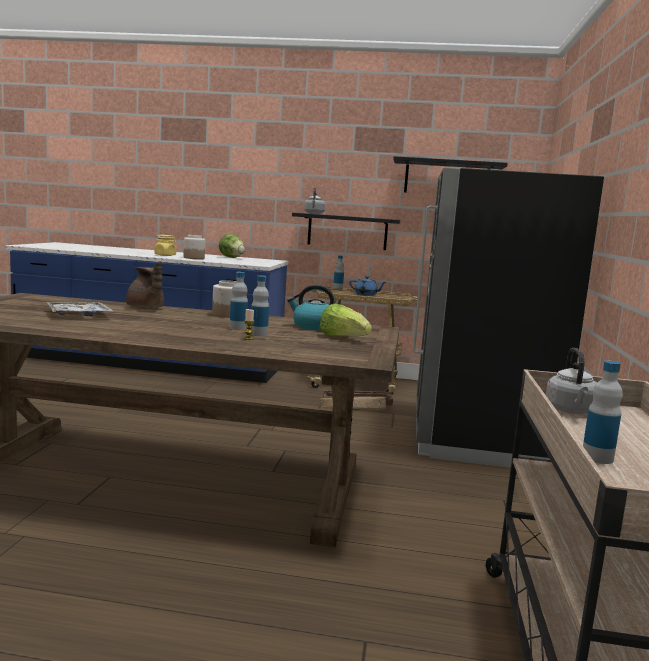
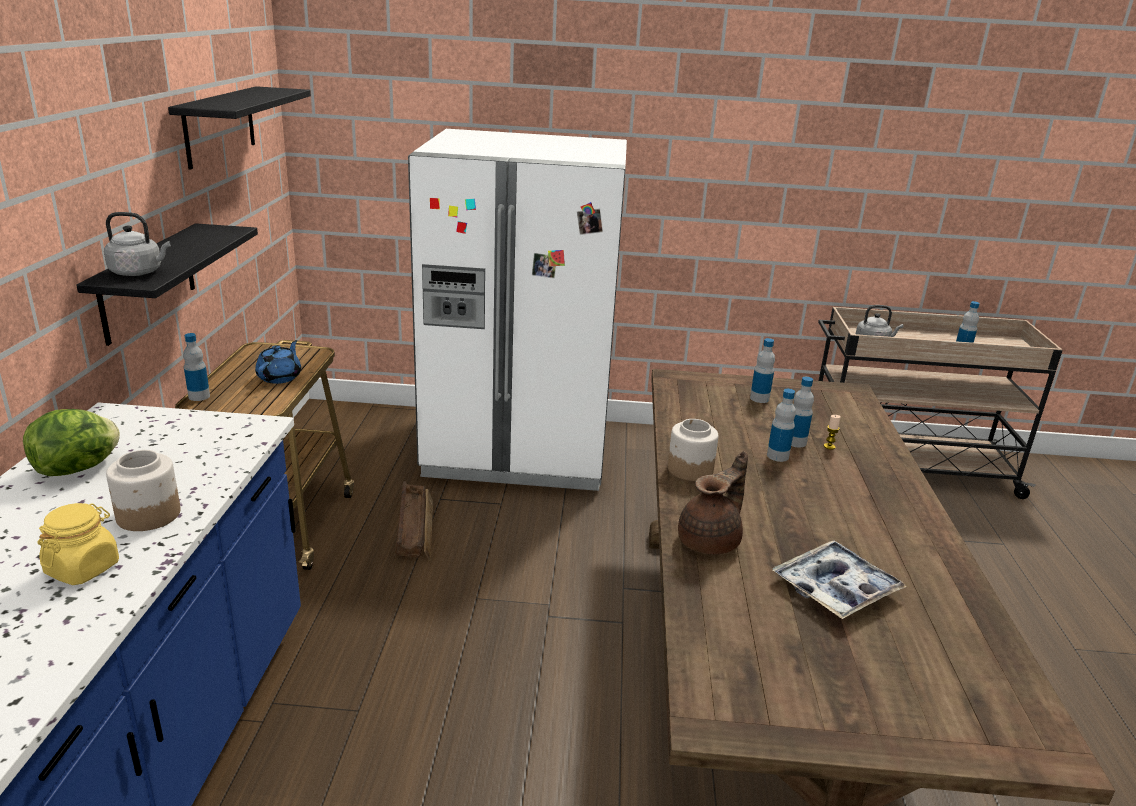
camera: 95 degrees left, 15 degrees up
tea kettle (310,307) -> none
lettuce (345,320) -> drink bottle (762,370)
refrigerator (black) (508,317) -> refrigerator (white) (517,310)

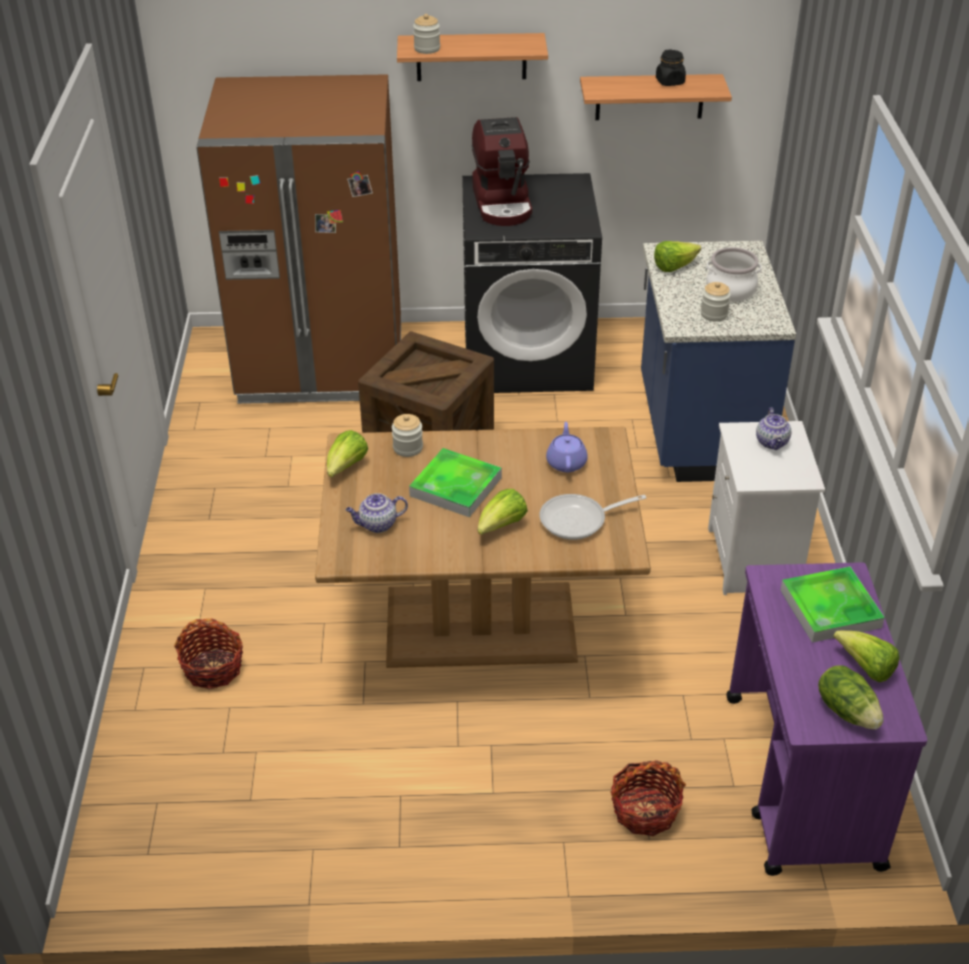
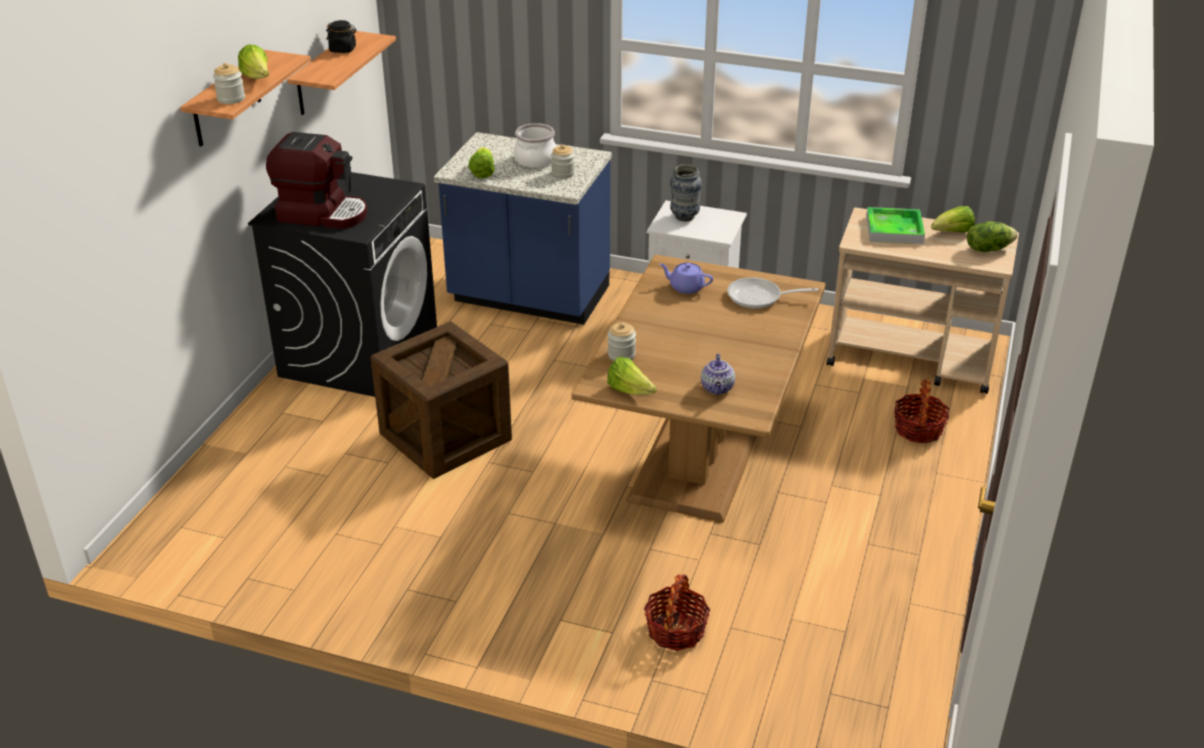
camera: 70 degrees left, 5 degrees down
refrigerator (brown-coloured) (298,239) -> none
tray (455,482) -> none
lettuce (503,512) -> lettuce (253,62), moved
pan (592,517) -> pan (772,293), 90 degrees clockwise
wheeled cart (purple) (826,719) -> wheeled cart (beige) (922,301)
tea pot (773,429) -> decorative vase (686,192)

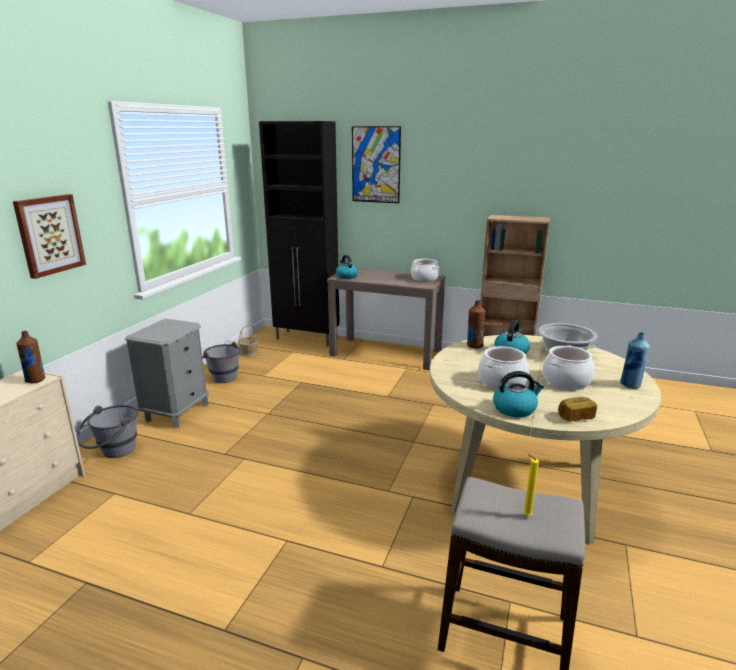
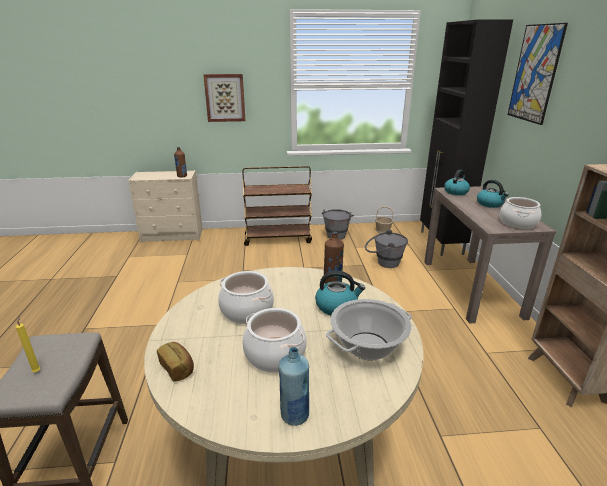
camera: 65 degrees right, 5 degrees up
pail (grey) (107,431) -> pail (grey) (386,248), moved
night table (grey) (167,373) -> wheeled cart (brown-coloured) (277,206)
tea kettle (518,394) -> tea kettle (493,194), moved

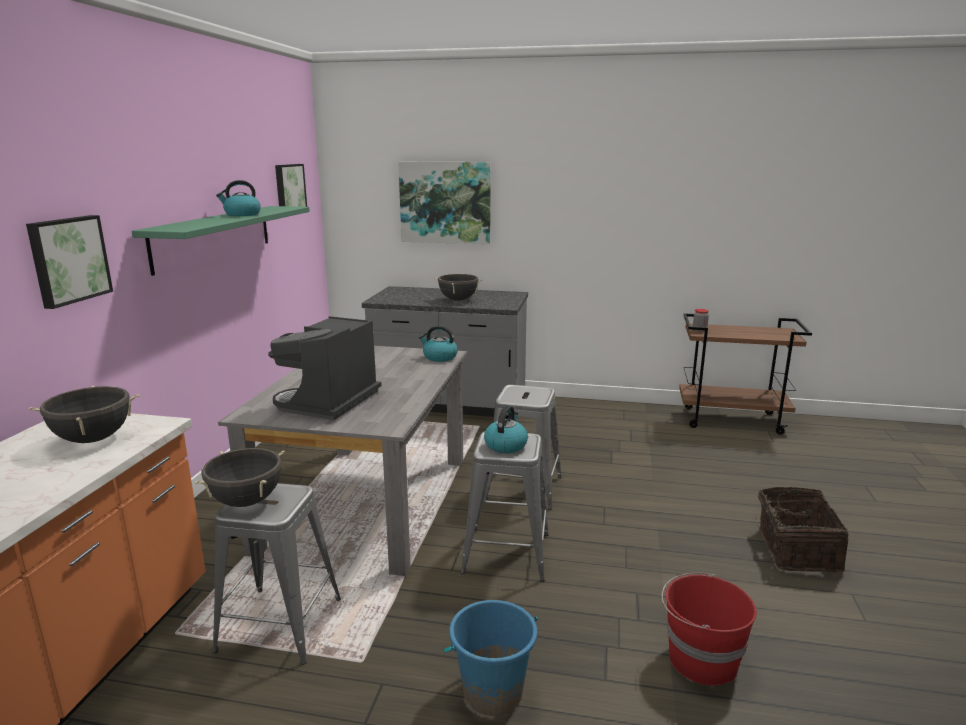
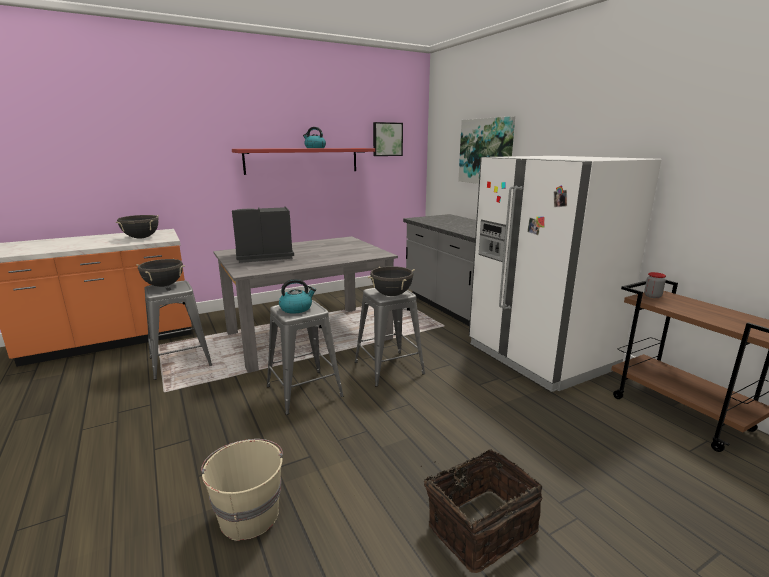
camera: 50 degrees right, 0 degrees up
wall picture (69,262) -> none
bracket shelf (greenish) (221,241) -> bracket shelf (red-coloured) (303,161)
tea kettle (438,343) -> none
cooking pot (black) (458,287) -> cooking pot (black) (391,281), moved
pail (blue-coloured) (491,658) -> none
pail (red-coloured) (709,629) -> pail (beige) (242,490)
none -> refrigerator (white) (565,274)

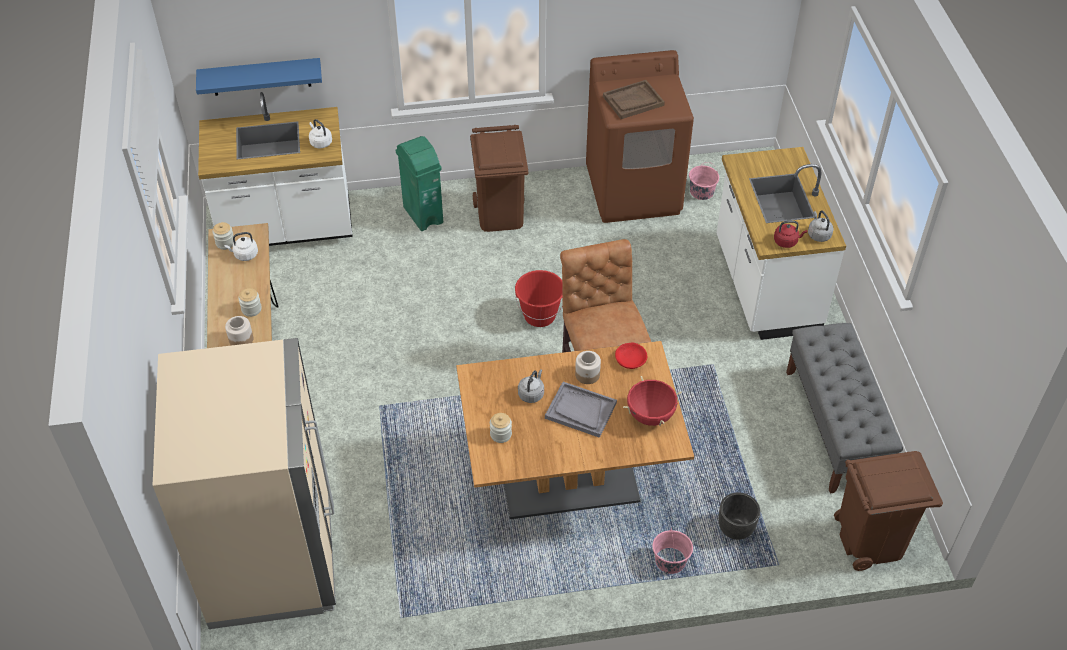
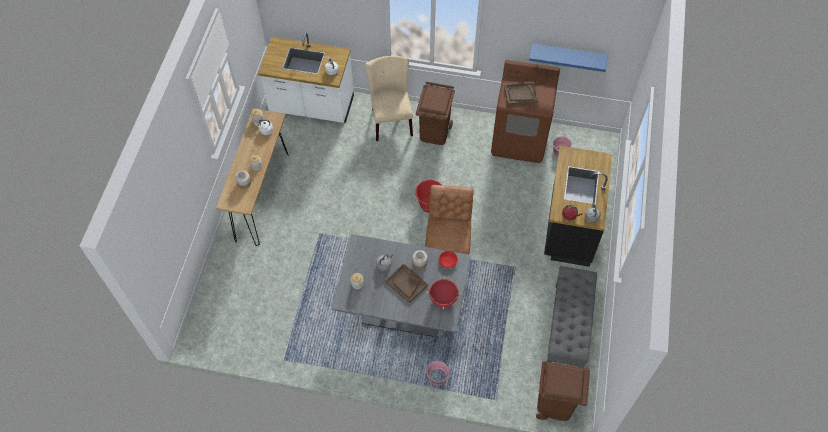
camera: 20 degrees right, 10 degrees up
refrigerator (beige) (244,483) -> none
bracket shelf (blue-coloured) (259,77) -> bracket shelf (blue-coloured) (568,57), moved
trash can (greenish) (419,183) -> chair (beige) (389,98)
dining table (brown-coloured) (575,430) -> dining table (grey) (401,285)
tray (grey) (581,410) -> tray (brown-coloured) (406,283)
kitchen counter (white) (781,243) -> kitchen counter (black) (578,206)
planter (black) (739,516) -> none

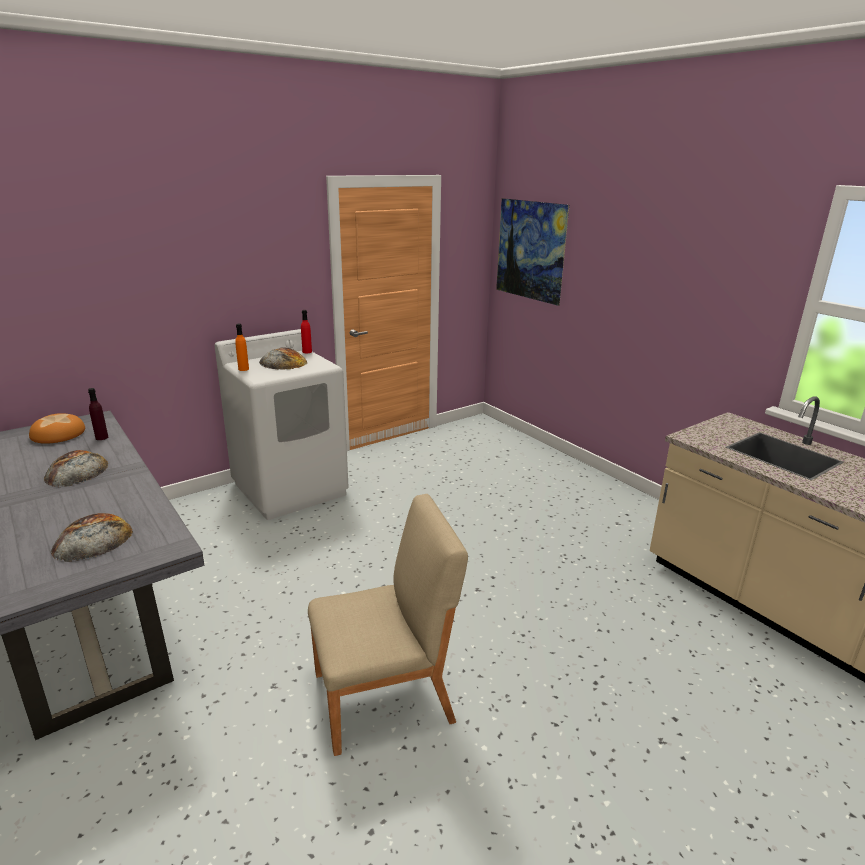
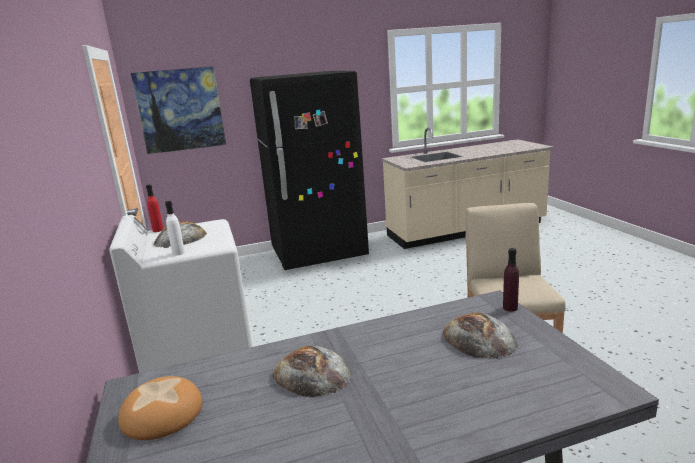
camera: 70 degrees left, 5 degrees down
drink bottle (purple) (98,414) -> drink bottle (purple) (511,280), moved
drink bottle (orange) (242,347) -> drink bottle (white) (175,228)
none -> refrigerator (black) (309,170)

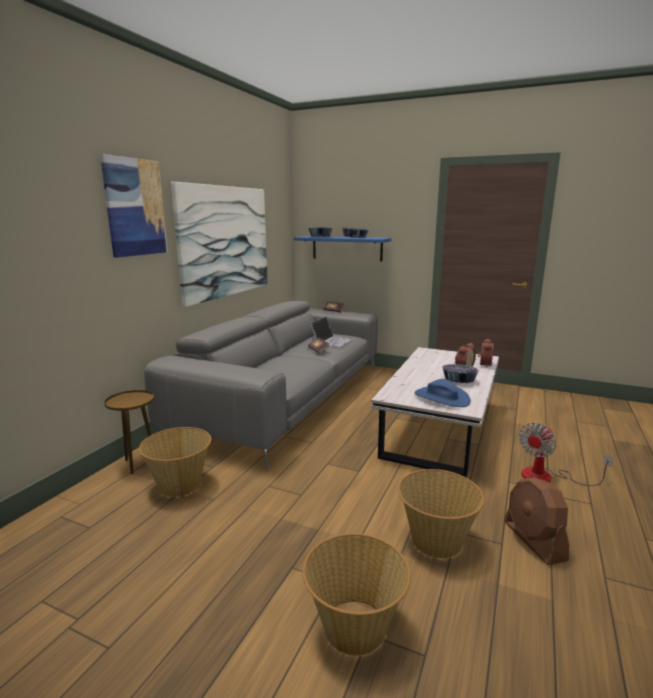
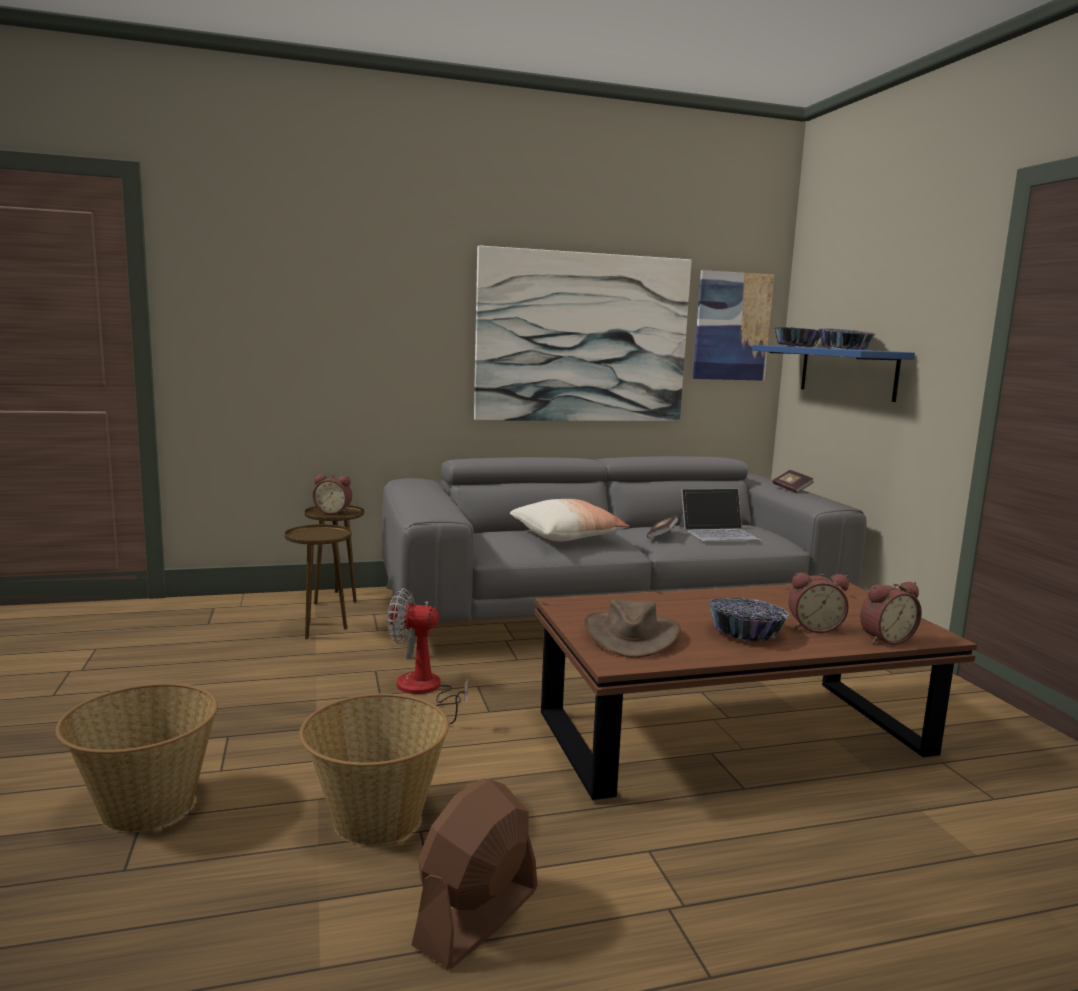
camera: 50 degrees right, 5 degrees down
wall picture (134,206) -> wall picture (733,325), moved
storage basket (175,462) -> side table (brown-coloured) (318,581)
low table (white) (435,412) -> low table (brown-coloured) (755,691)
wearable hat (blue-coloured) (443,393) -> wearable hat (brown-coloured) (632,628)
fan (566,454) -> fan (427,656), moved
none -> alarm clock (332,494)
none -> throw pillow (570,520)

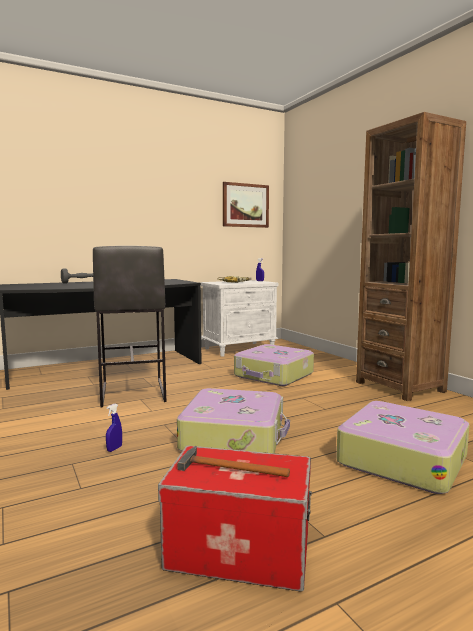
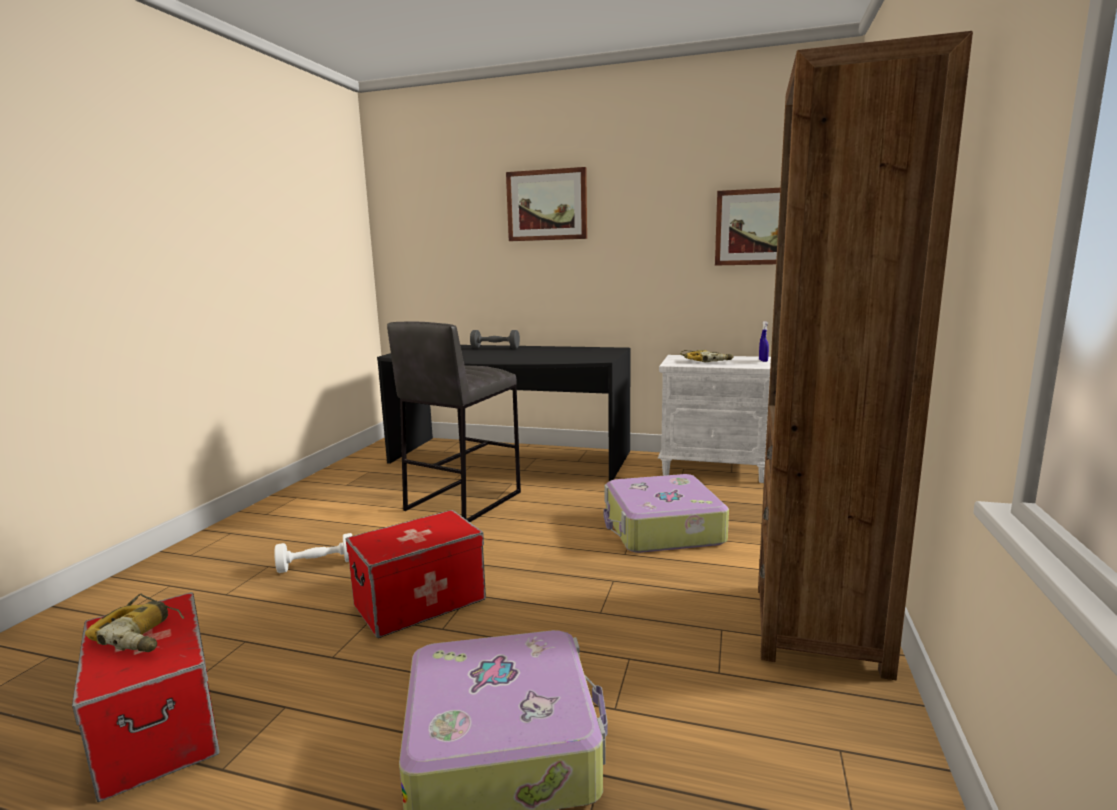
camera: 45 degrees right, 5 degrees up
hand sprayer (blue-coloured) (114,428) -> dumbbell (white) (313,553)
travel case (233,420) -> storage bin (416,574)
hand hammer (233,461) -> drill (134,623)
none -> wall picture (546,204)

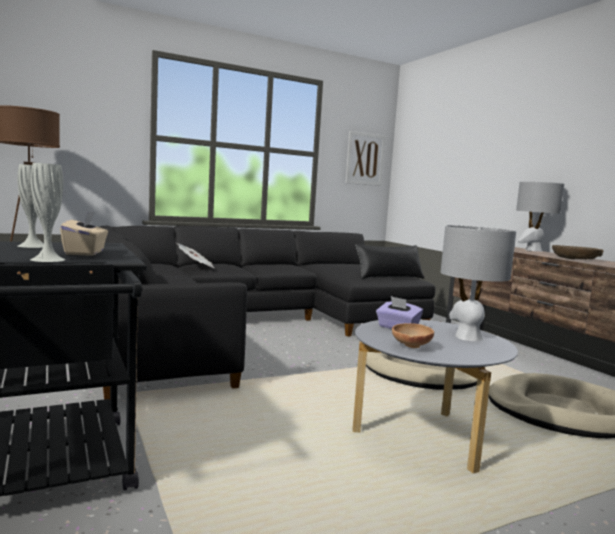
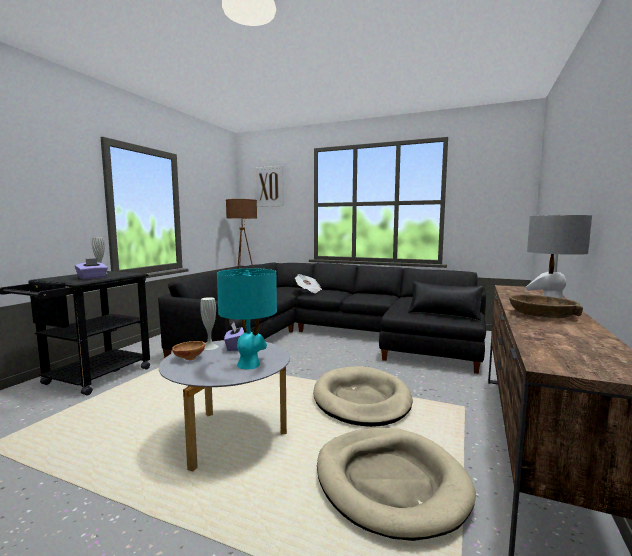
camera: 50 degrees right, 0 degrees up
decorative vase (white) (47,212) -> decorative vase (white) (209,323), moved
tissue box (beige) (84,234) -> tissue box (purple) (91,268)
wall picture (365,158) -> wall picture (269,186), moved
tabletop lamp (grey) (478,283) -> tabletop lamp (blue-green) (247,318)

